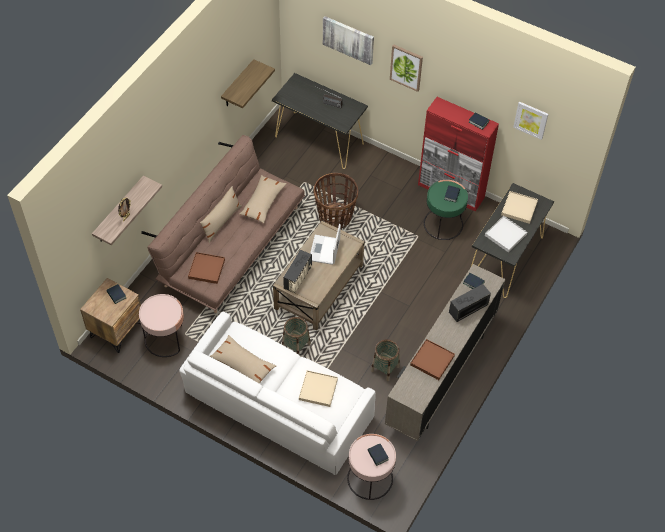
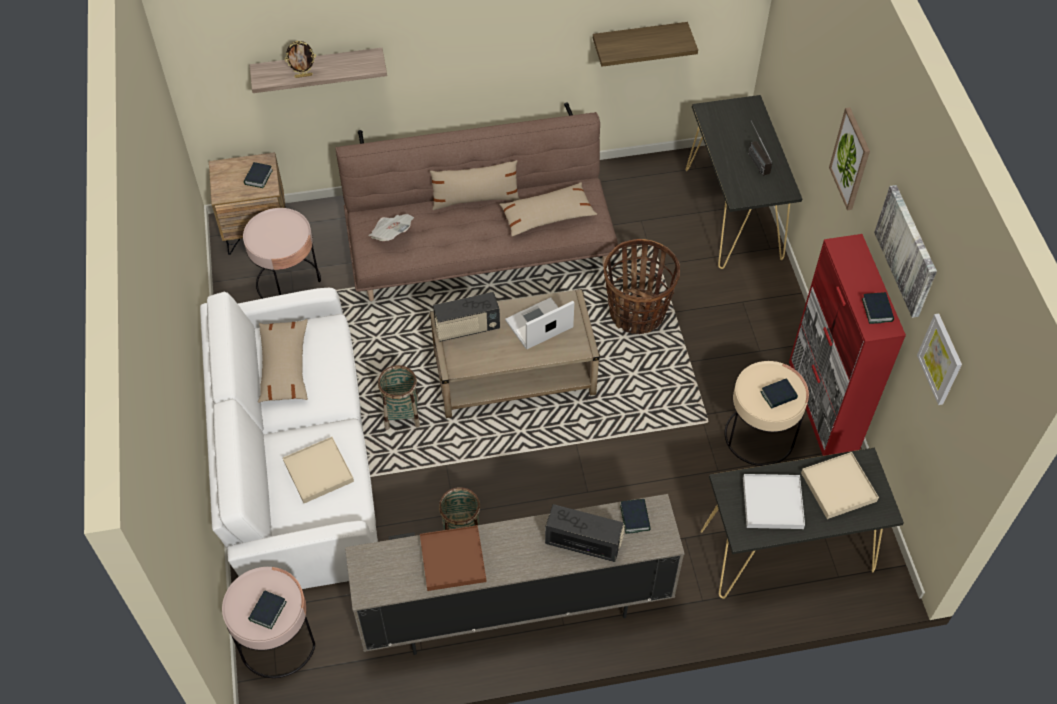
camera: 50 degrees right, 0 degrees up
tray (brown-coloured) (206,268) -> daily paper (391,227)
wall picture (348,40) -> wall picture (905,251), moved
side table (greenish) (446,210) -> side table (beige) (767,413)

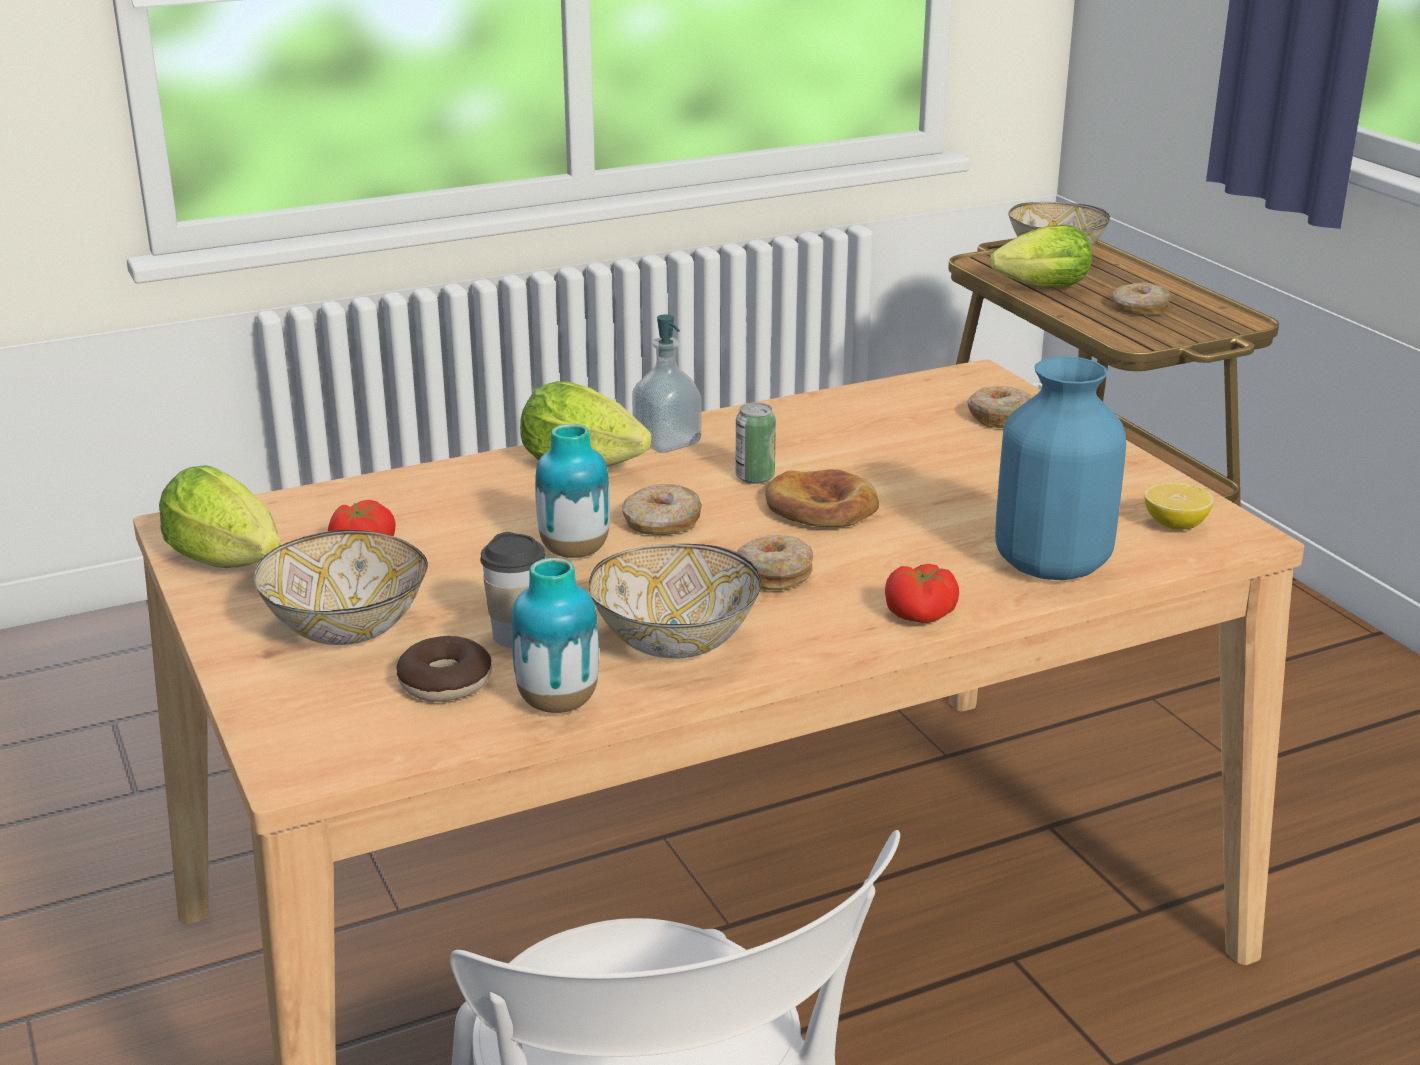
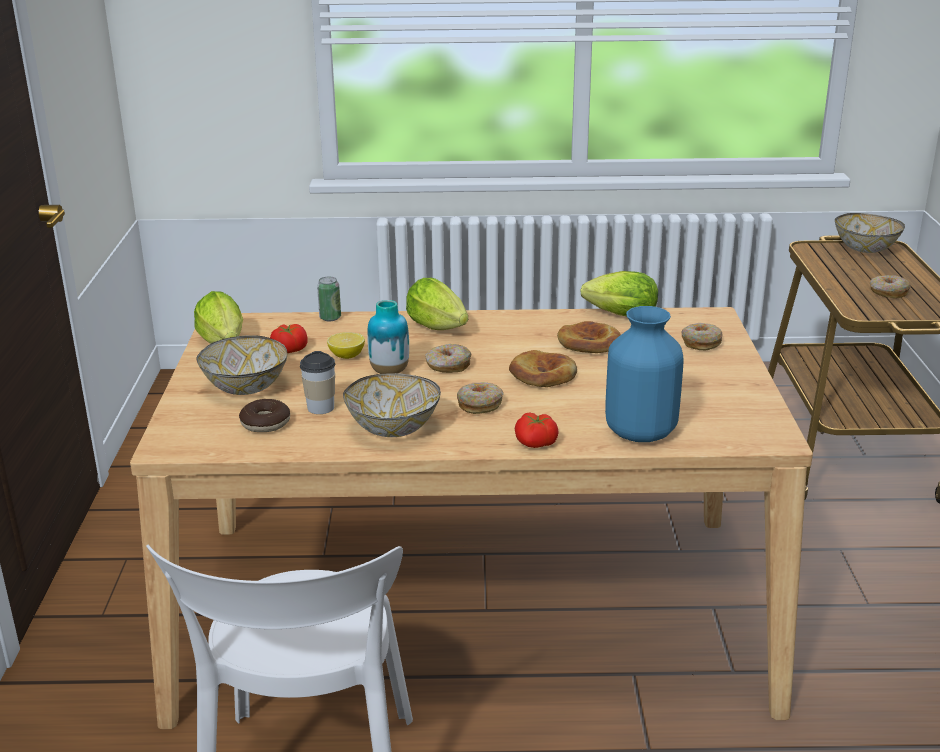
camera: 25 degrees right, 0 degrees up
decorative vase (555,635) -> none
soap bottle (667,383) -> none
can (755,443) -> can (329,299), moved
lettuce (1041,256) -> lettuce (619,293), moved
citrus fruit (1179,506) -> citrus fruit (346,345), moved
none -> baked bread (589,337)

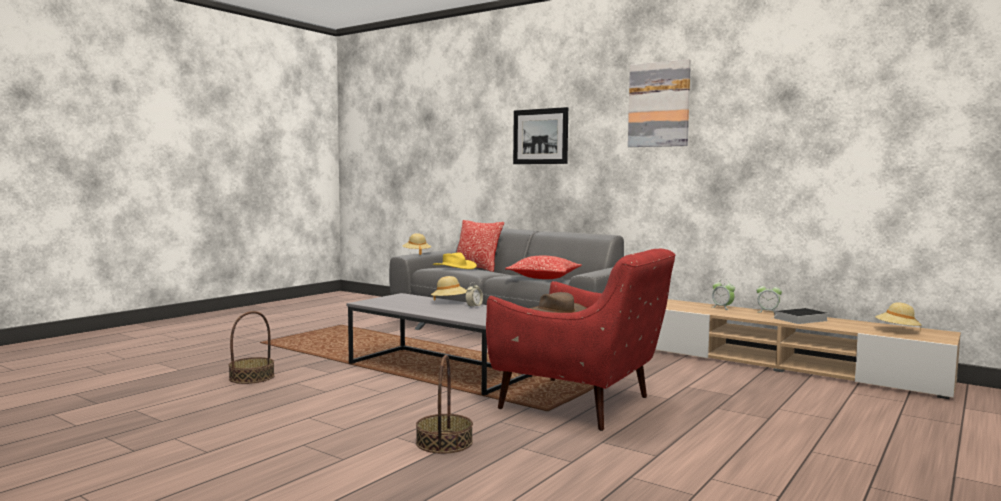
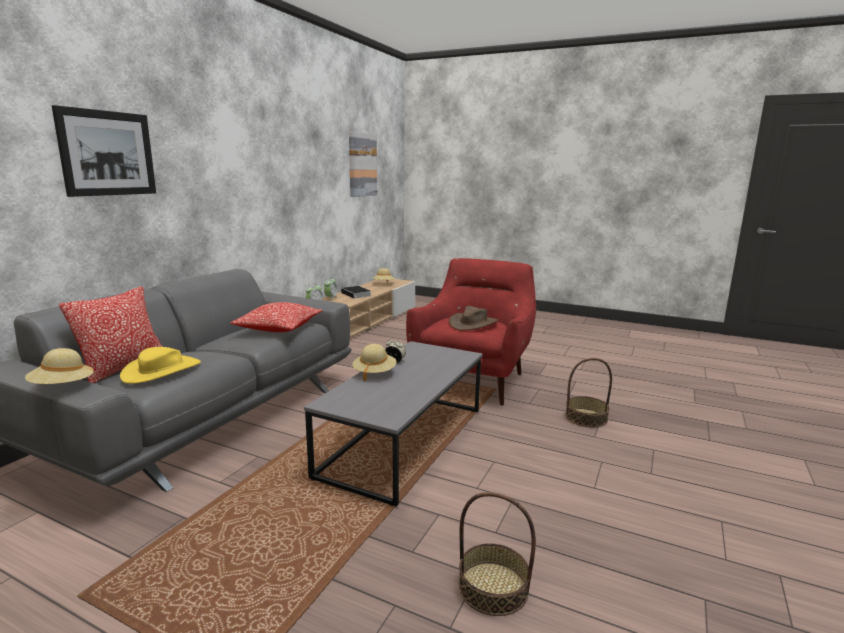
camera: 100 degrees left, 10 degrees up
wall picture (659,103) -> wall picture (363,164), moved

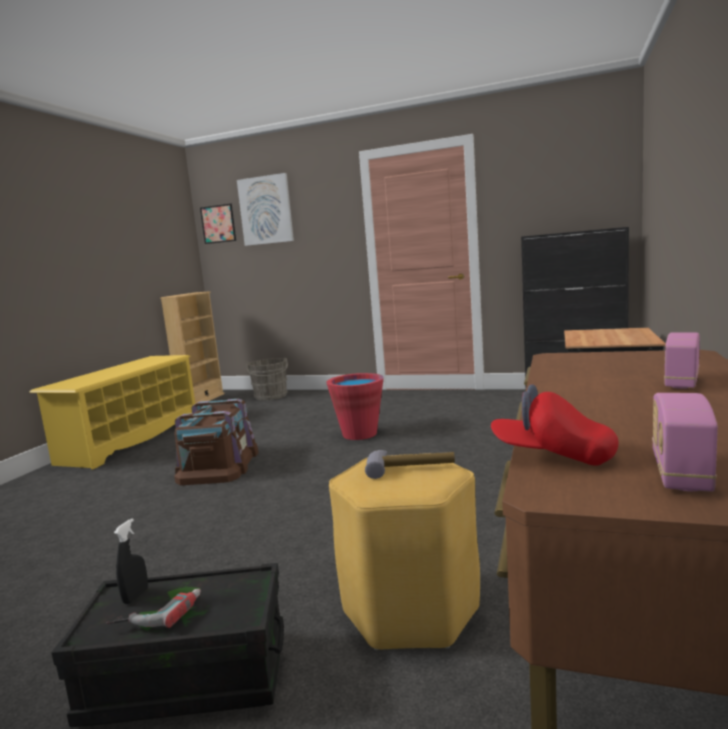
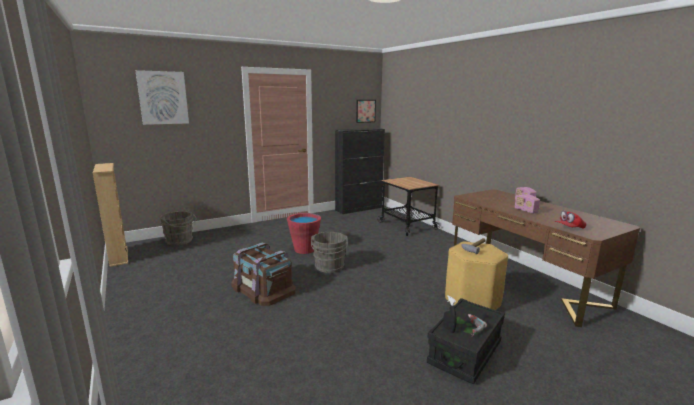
camera: 50 degrees left, 5 degrees up
shoe shelf (yellow) (112,412) -> none
wall picture (218,224) -> wall picture (366,111), moved
radio (685,442) -> radio (527,204), moved
none -> pail (grey) (329,252)

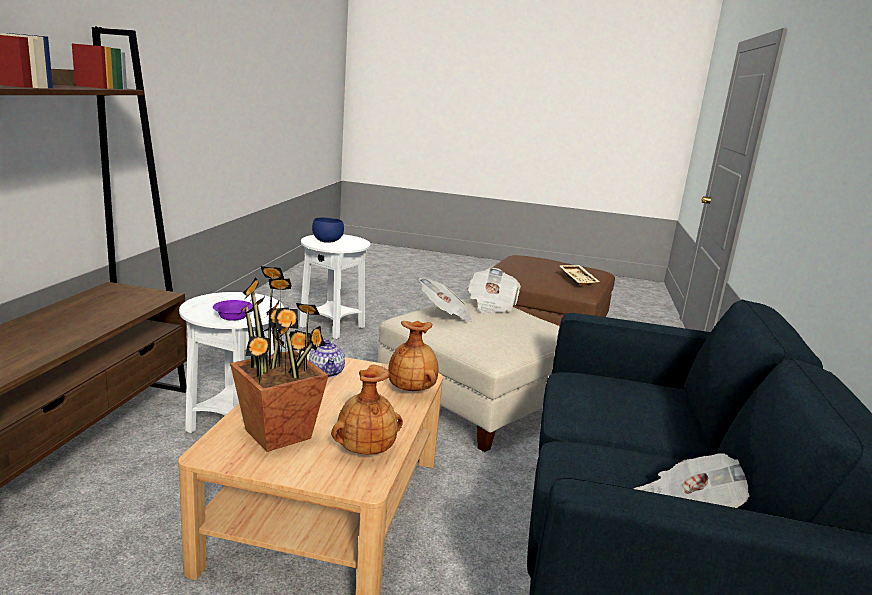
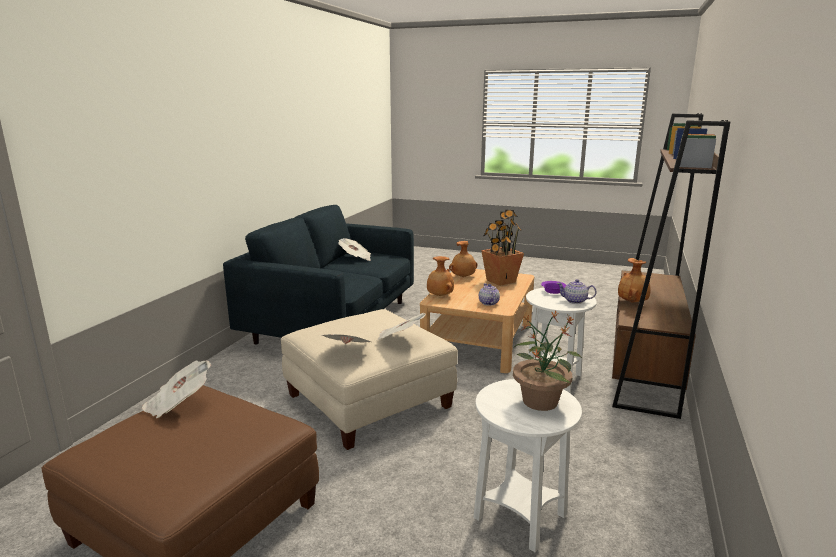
camera: 170 degrees left, 0 degrees up
serving bowl (blue-coloured) (328,230) -> houseplant (547,361)
tray (beige) (579,275) -> daily paper (176,389)
none -> tea pot (577,291)
none -> decorative vase (brown-coloured) (634,280)

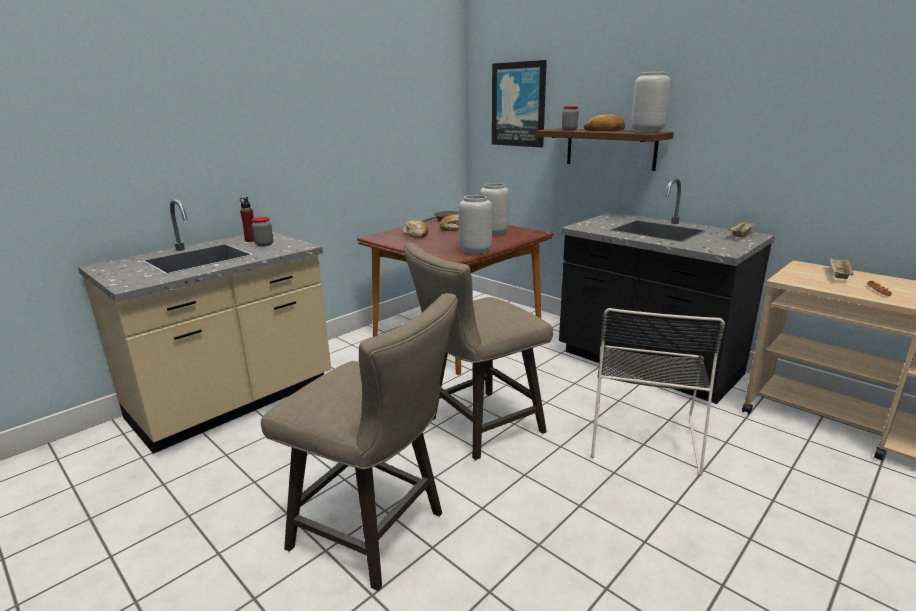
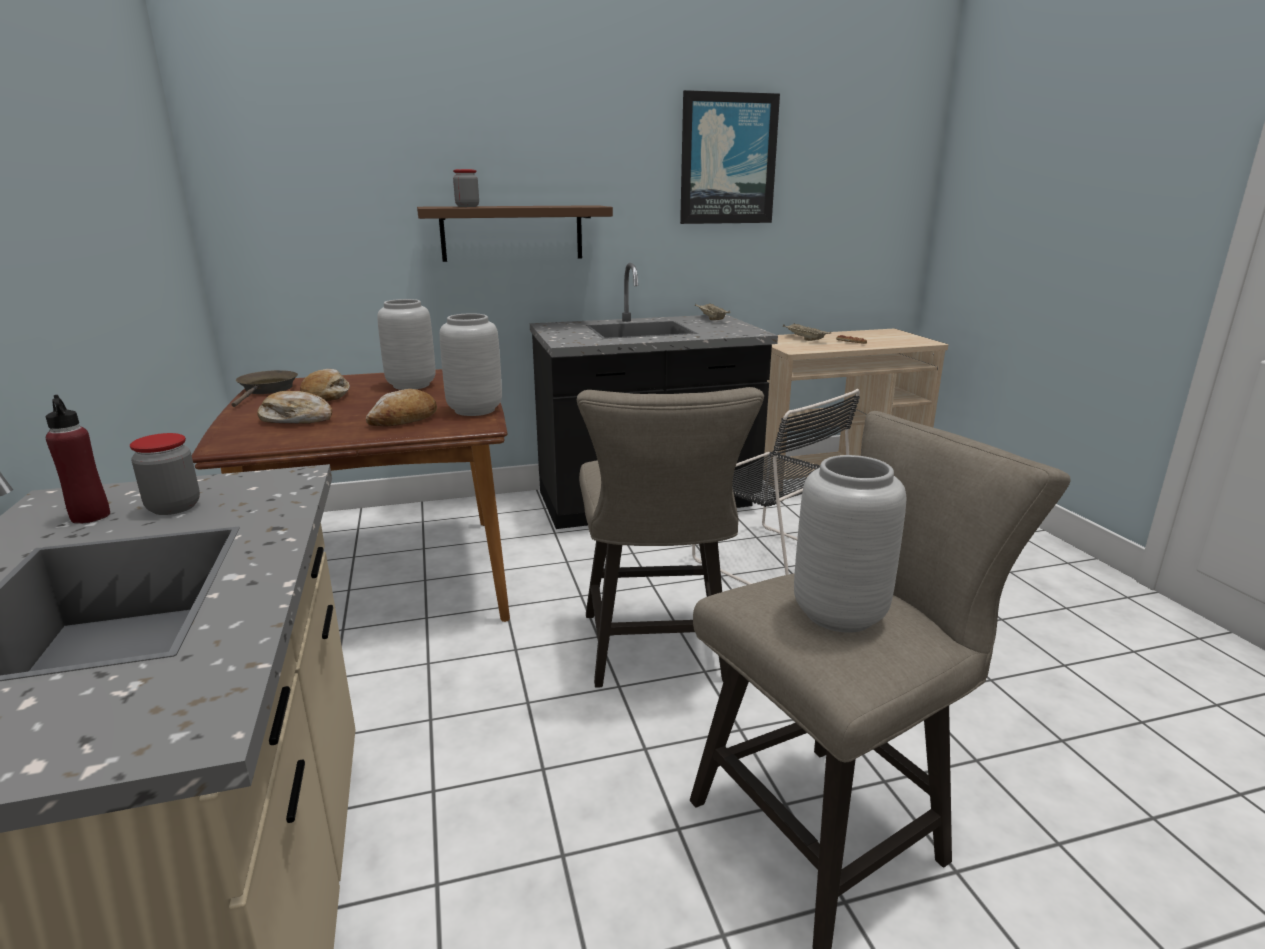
camera: 60 degrees left, 0 degrees up
wall picture (519,103) -> wall picture (730,157), moved
baked bread (604,122) -> baked bread (401,407), moved
decorative vase (grey) (651,102) -> decorative vase (grey) (850,544), moved

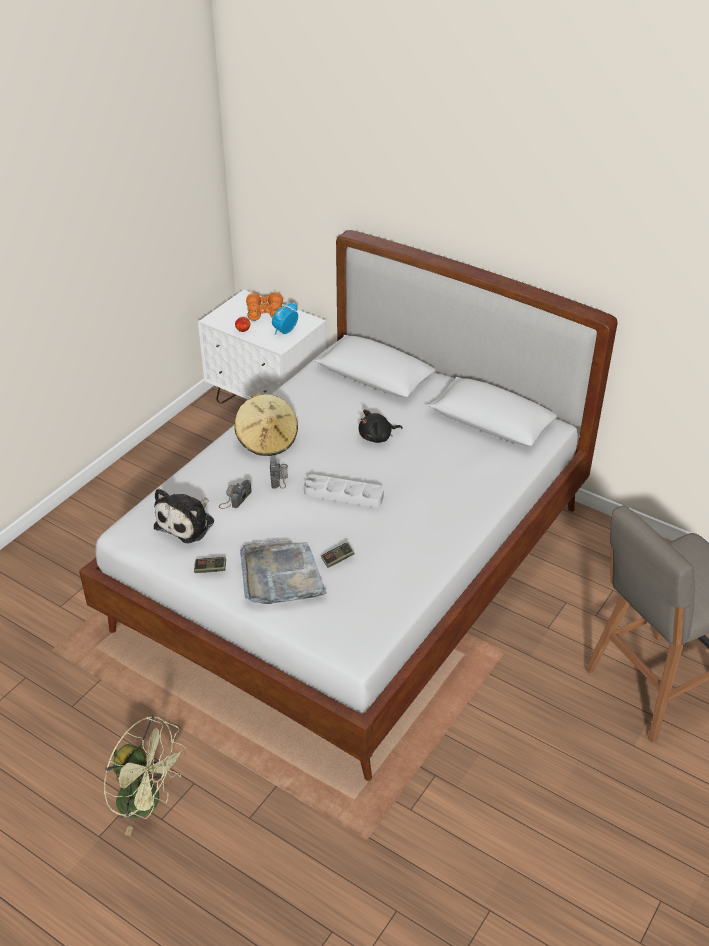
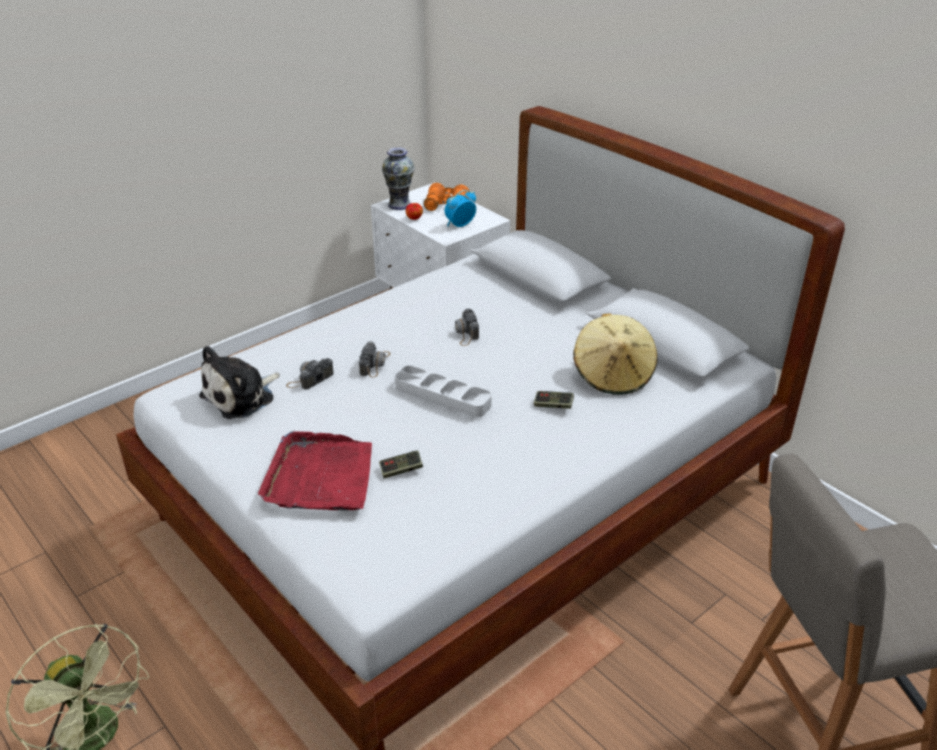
camera: 15 degrees right, 5 degrees down
gamepad (210,565) -> gamepad (554,400), moved
wearable hat (beige) (266,425) -> wearable hat (beige) (615,354), moved
tray (grey) (283,572) -> tray (red-coloured) (315,471)
soft toy (black) (381,426) -> none
none -> decorative vase (398,178)
none -> still camera (467,327)

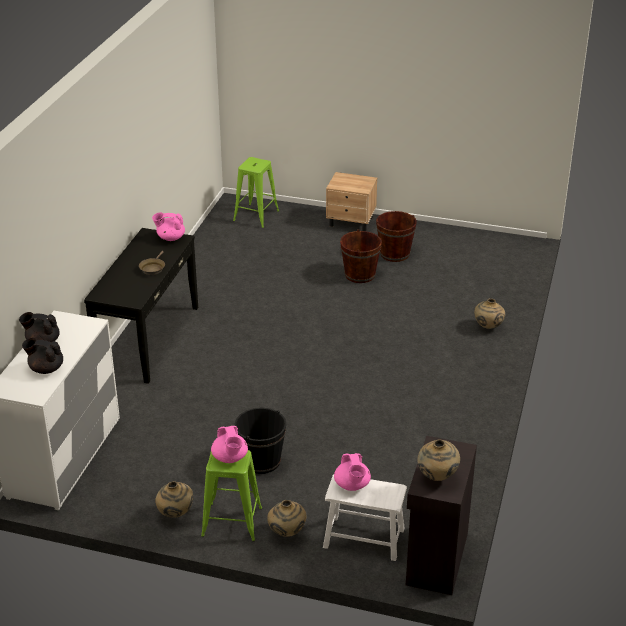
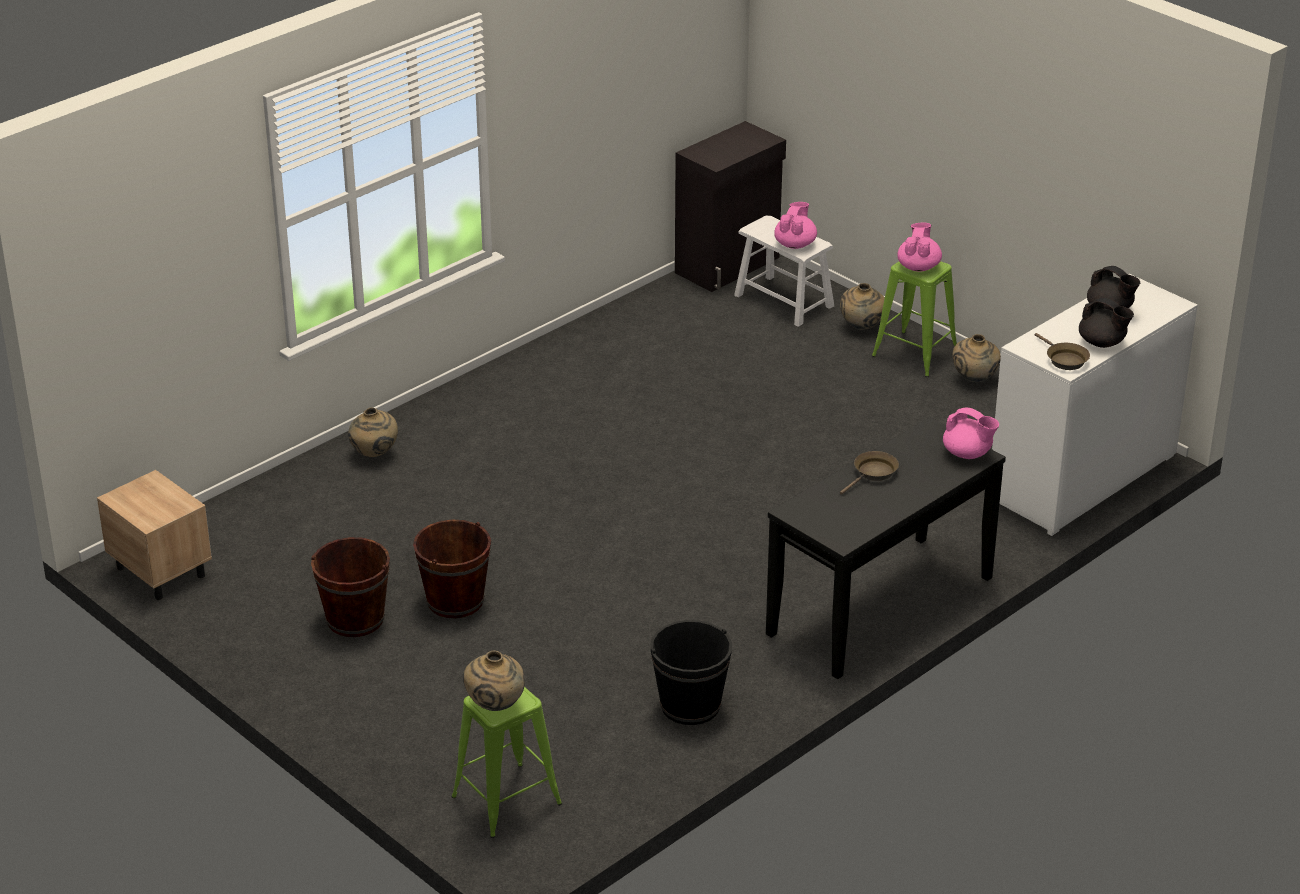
camera: 150 degrees left, 0 degrees up
tea pot (pink-coloured) (168,226) -> tea pot (pink-coloured) (971,433), moved
pail (black) (260,440) -> pail (black) (691,672), moved
night table (beige) (351,201) -> night table (beige) (154,535), moved
decorative vase (beige) (439,460) -> decorative vase (beige) (494,680), moved
none -> pan (brown-coloured) (1062,351)

